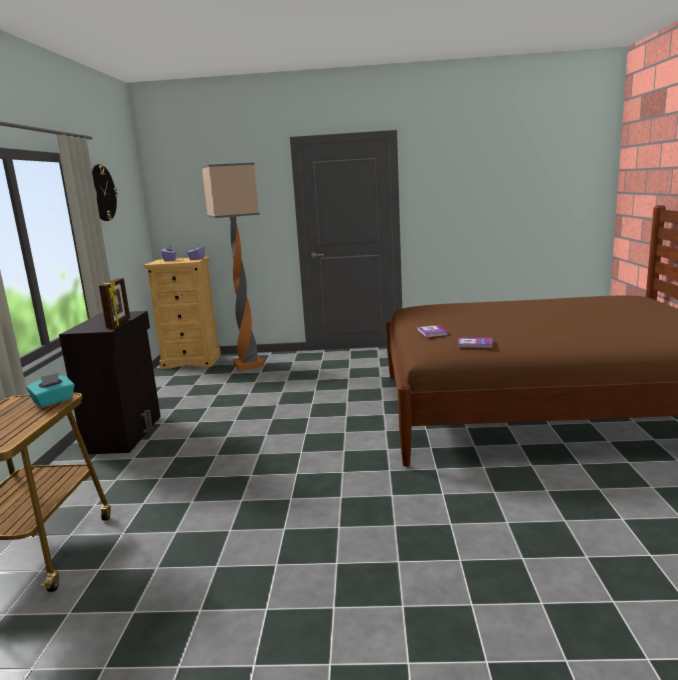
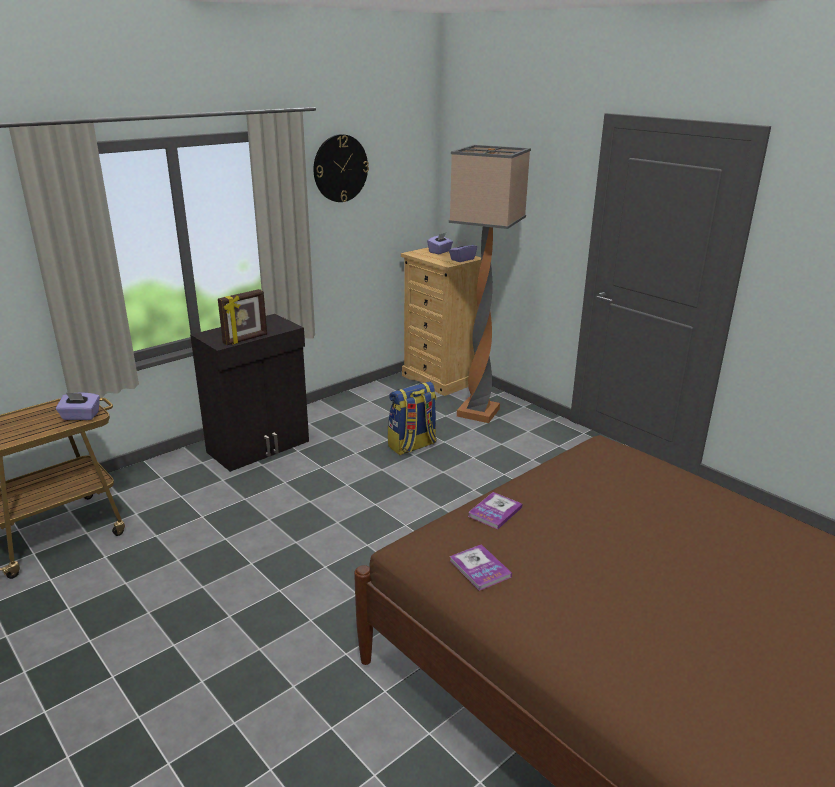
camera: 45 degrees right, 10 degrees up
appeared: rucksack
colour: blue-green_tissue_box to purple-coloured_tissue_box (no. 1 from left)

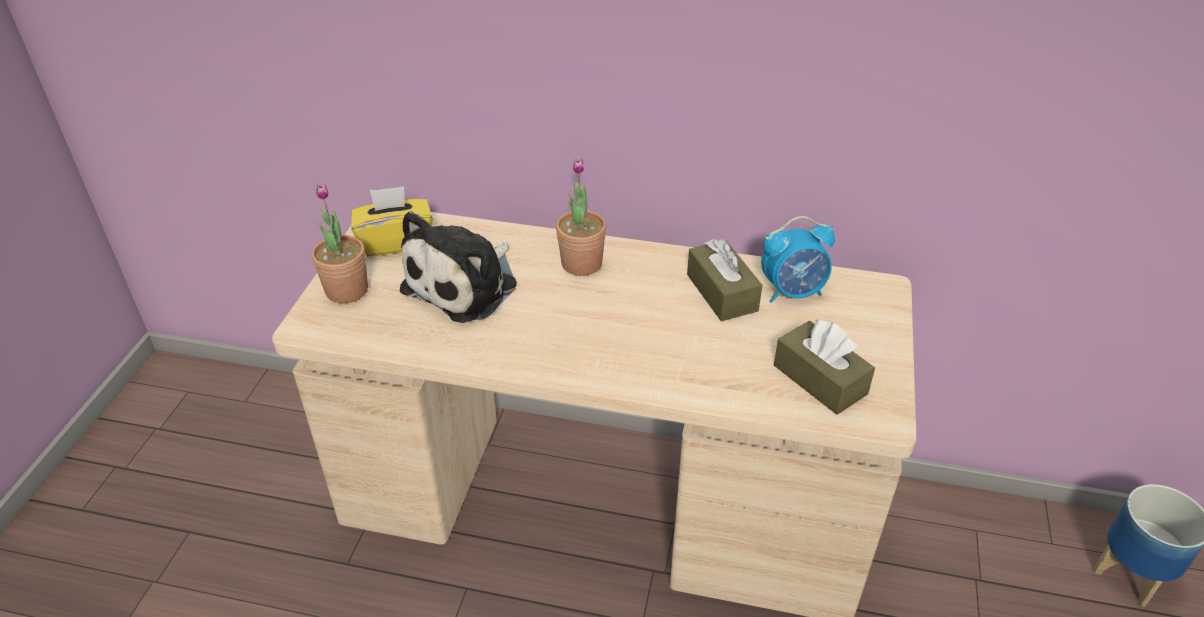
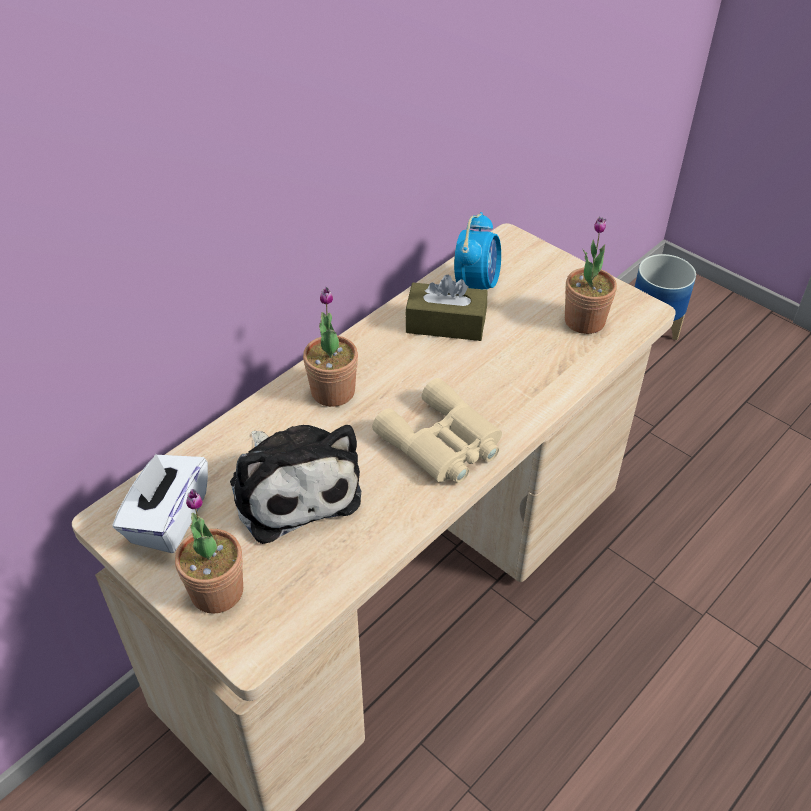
camera: 60 degrees left, 5 degrees up
appeared: beige_binoculars
exchanged: brown-coloured_tissue_box (no. 2 from left) to plant_in_a_pot (no. 3 from left)
colour: yellow_tissue_box to white_tissue_box

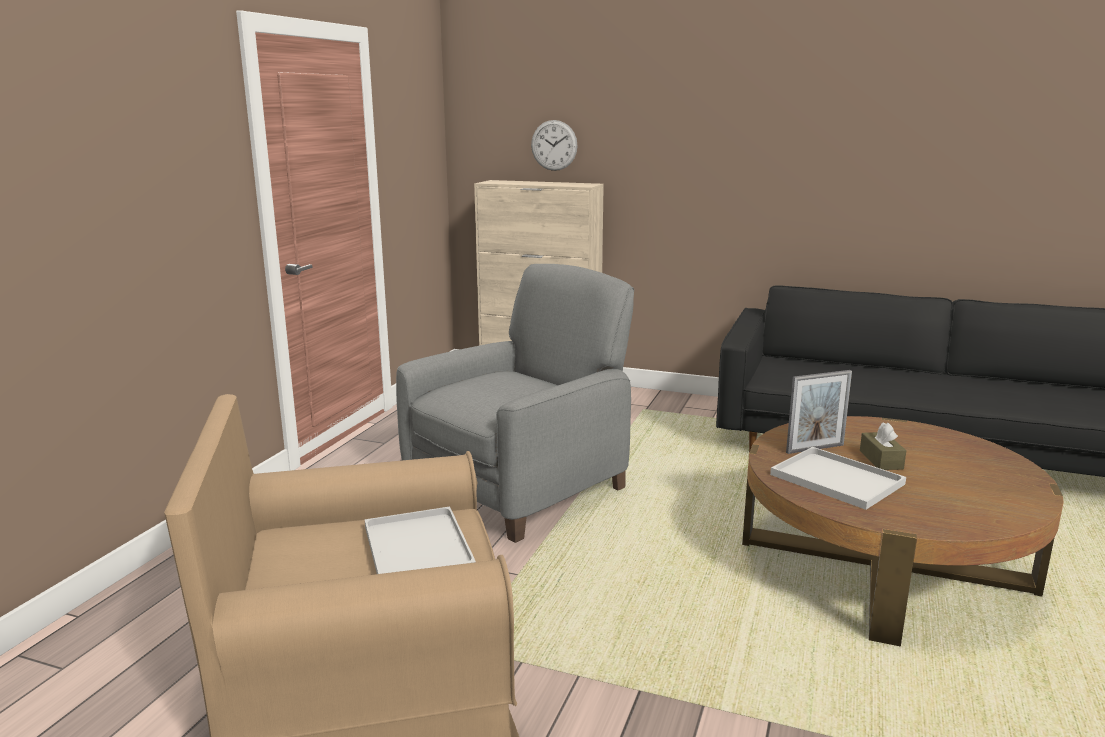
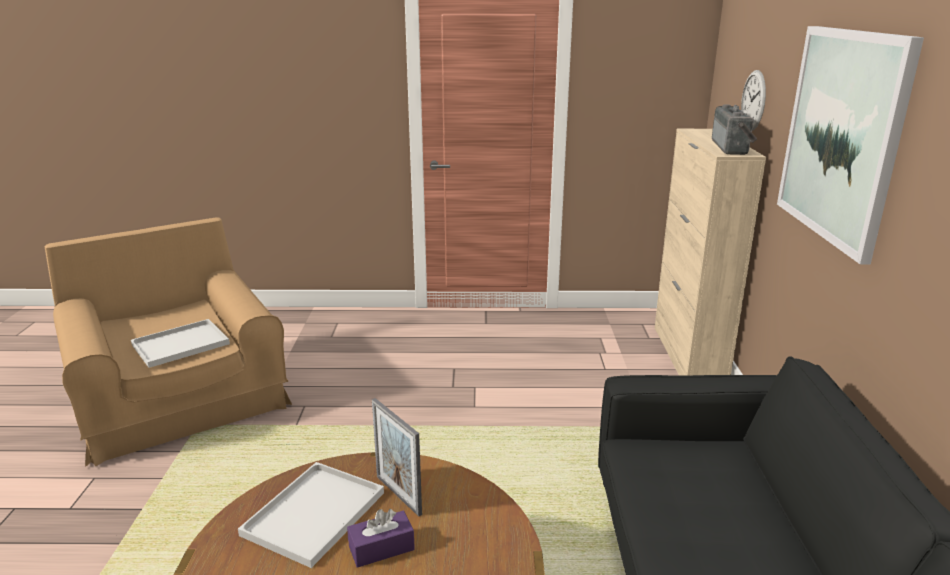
camera: 70 degrees right, 5 degrees up
missing: greyish_easy_chair
appeared: radio; picture
colour: brown-coloured_tissue_box to purple-coloured_tissue_box

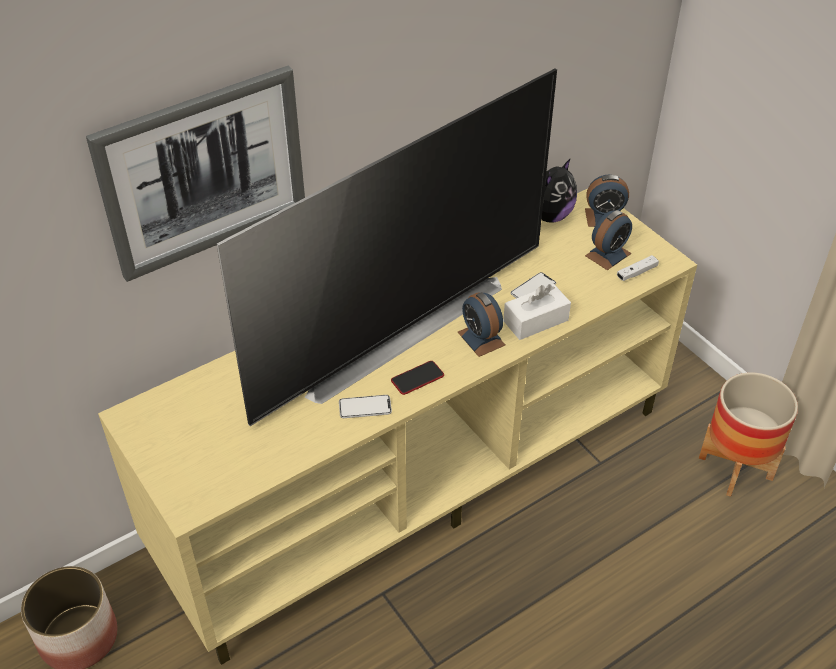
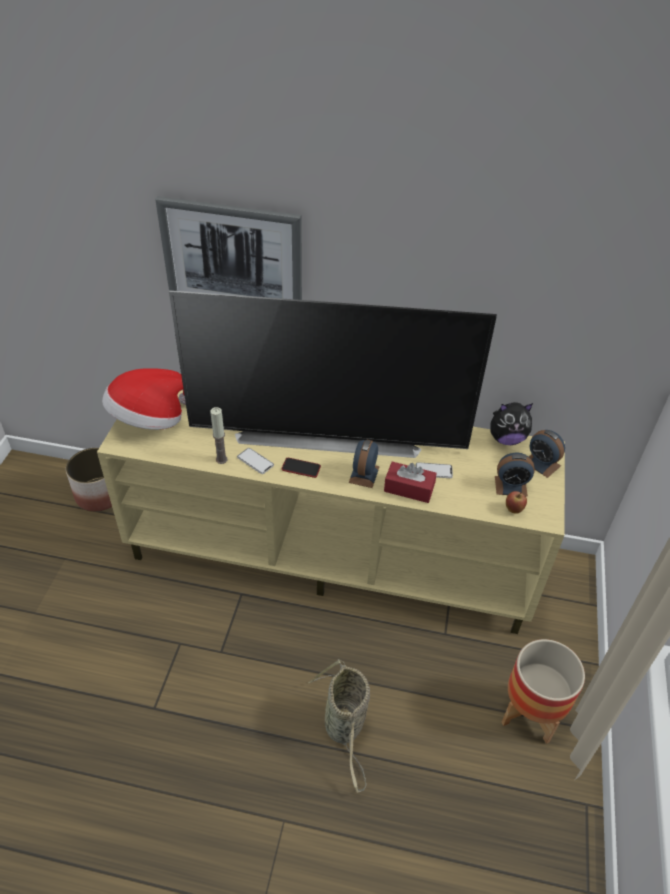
camera: 45 degrees right, 0 degrees up
appeared: wearable_hat; wax_light; basket
exchanged: white_gamepad to apple
colour: white_tissue_box to red_tissue_box

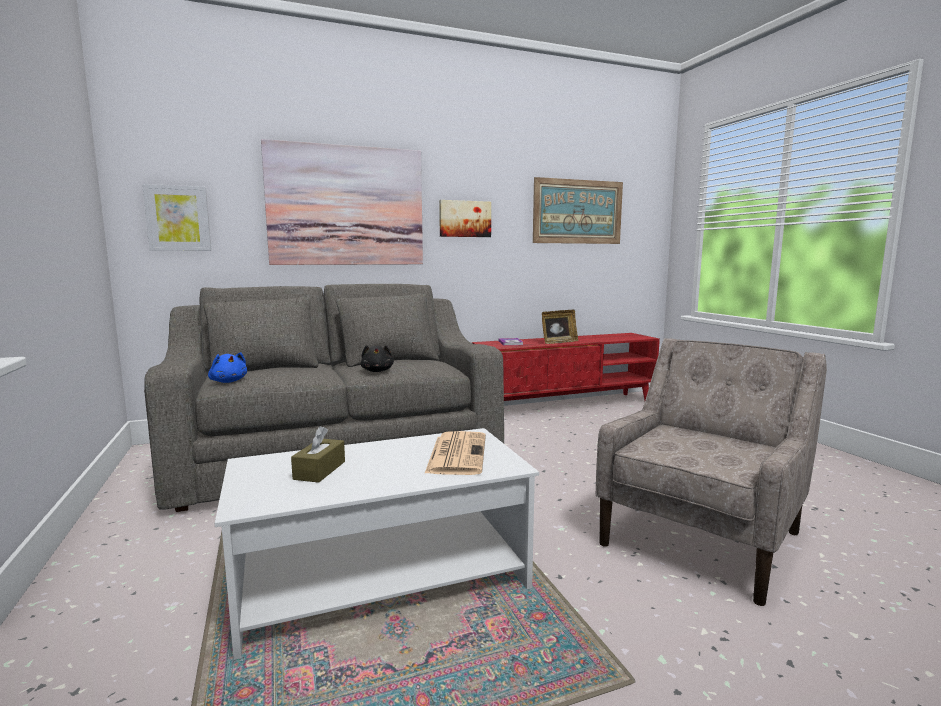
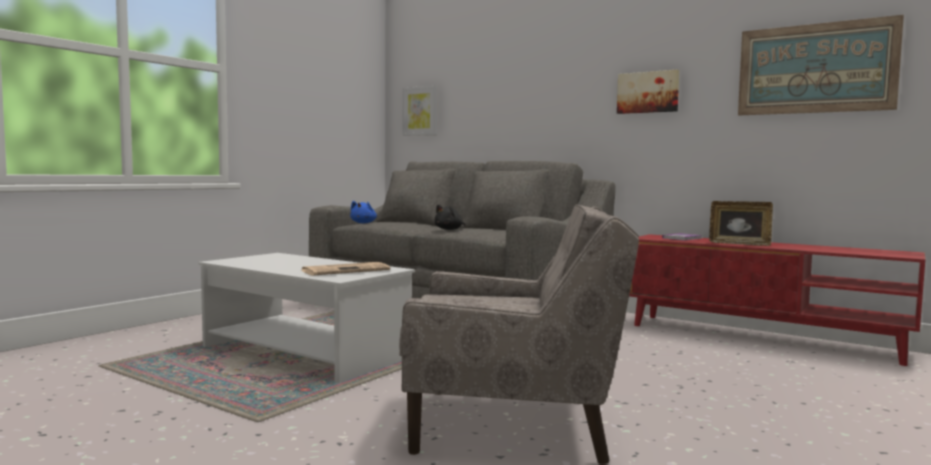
camera: 55 degrees right, 5 degrees down
missing: picture (no. 2 from left); brown-coloured_tissue_box

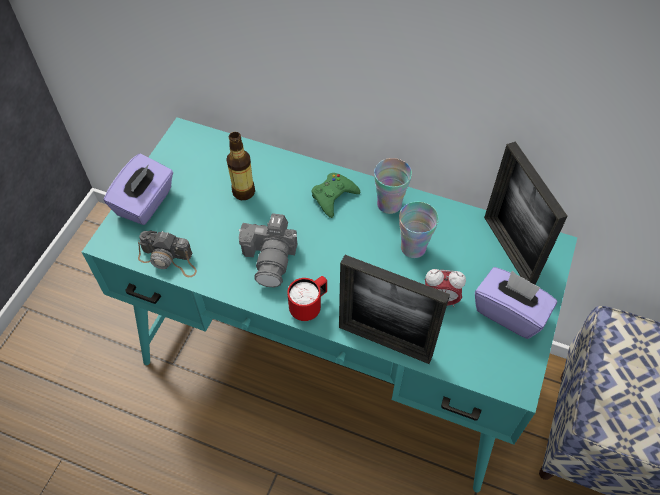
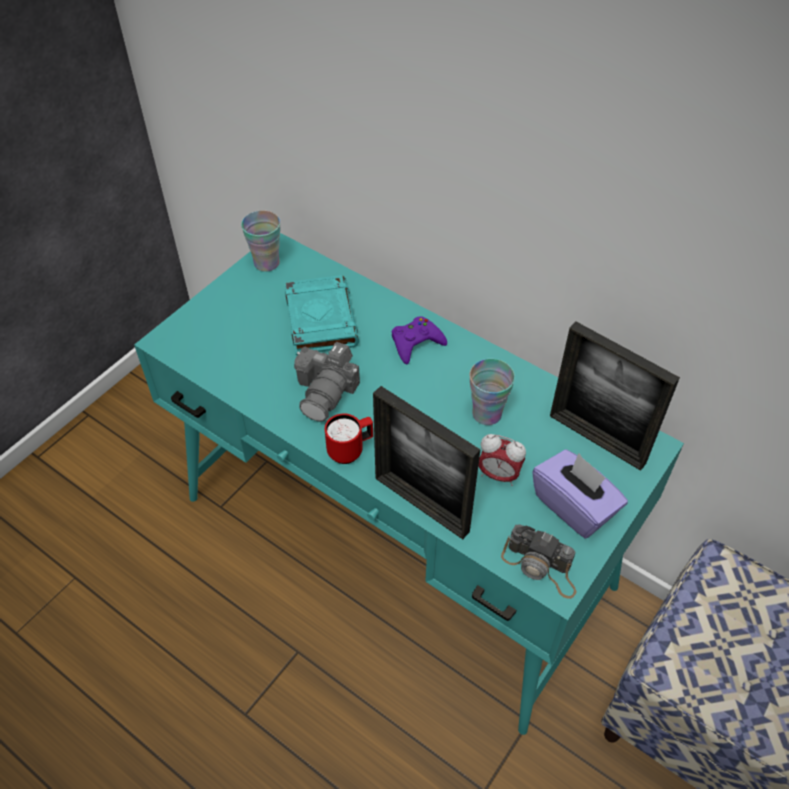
camera: 15 degrees right, 5 degrees down
missing: purple-coloured_tissue_box (no. 1 from left)
relocated: photo_camera (no. 1 from left in the first image) to photo_camera (no. 2 from left); drinking_cup (no. 1 from left)
exchanged: drink_bottle to blue-green_book
colour: green_gamepad to purple-coloured_gamepad
spun: standing_frame (no. 2 from left) 45 degrees counterclockwise

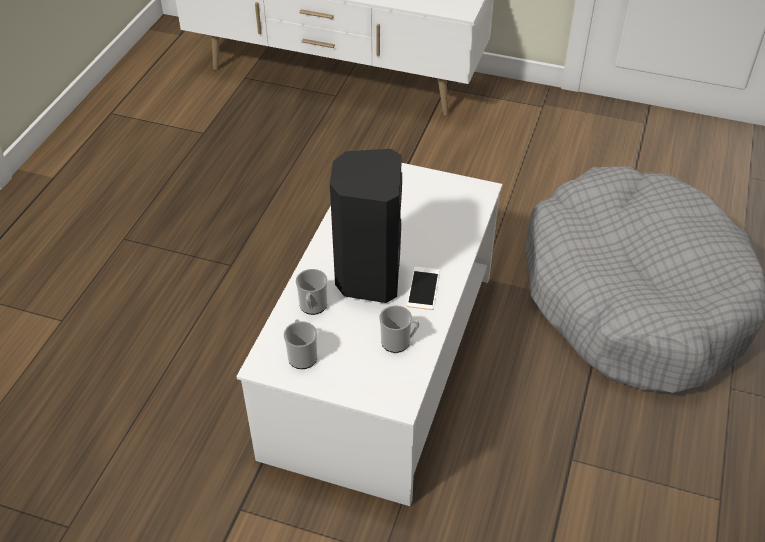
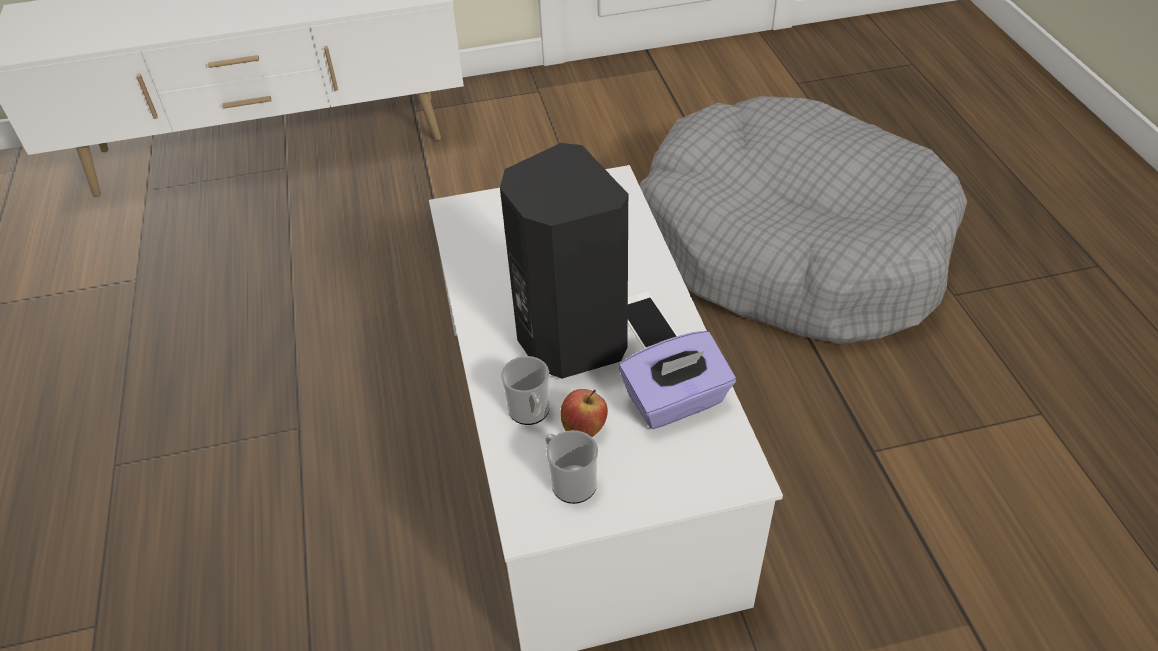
camera: 30 degrees left, 0 degrees up
appeared: apple
exchanged: mug (no. 3 from left) to purple-coloured_tissue_box

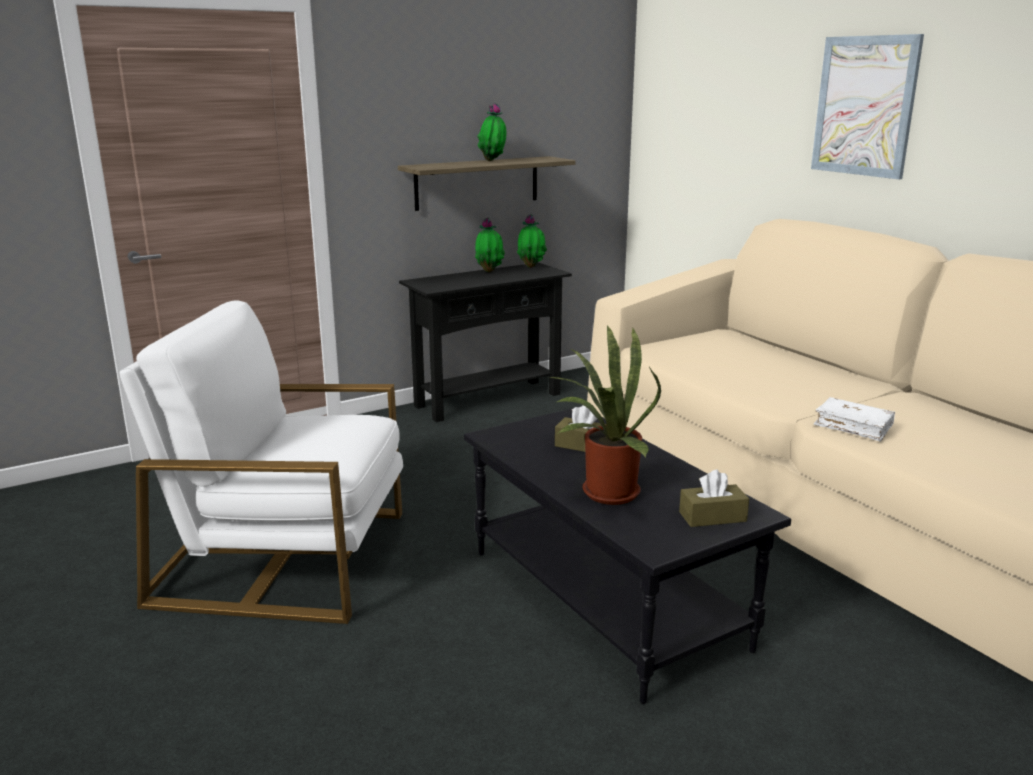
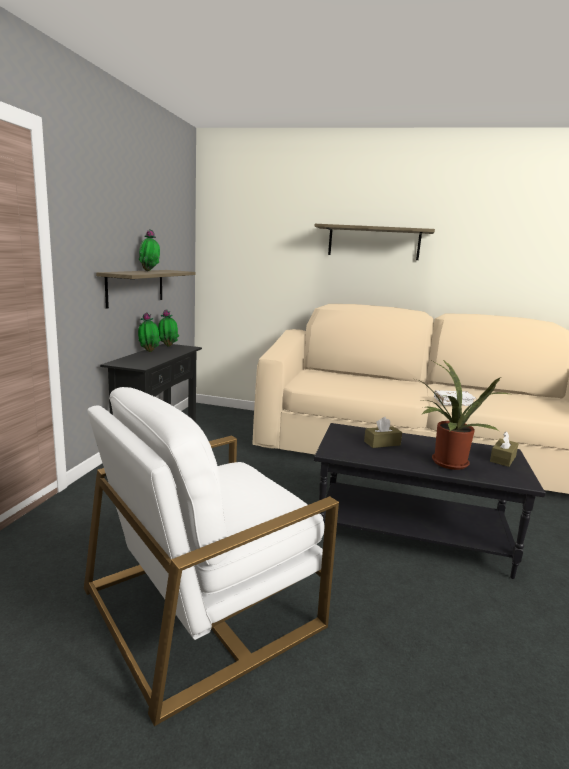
camera: 45 degrees left, 5 degrees down
exchanged: picture to shelf (no. 2 from left)

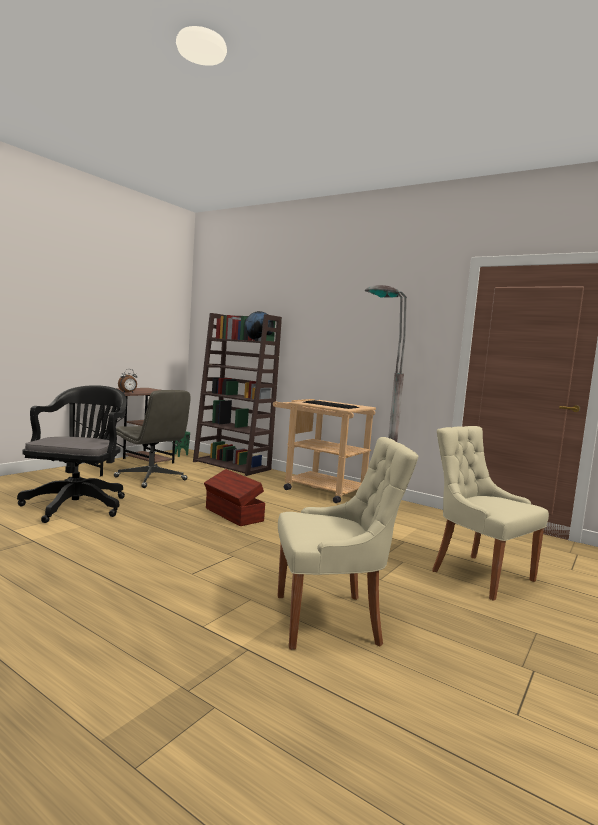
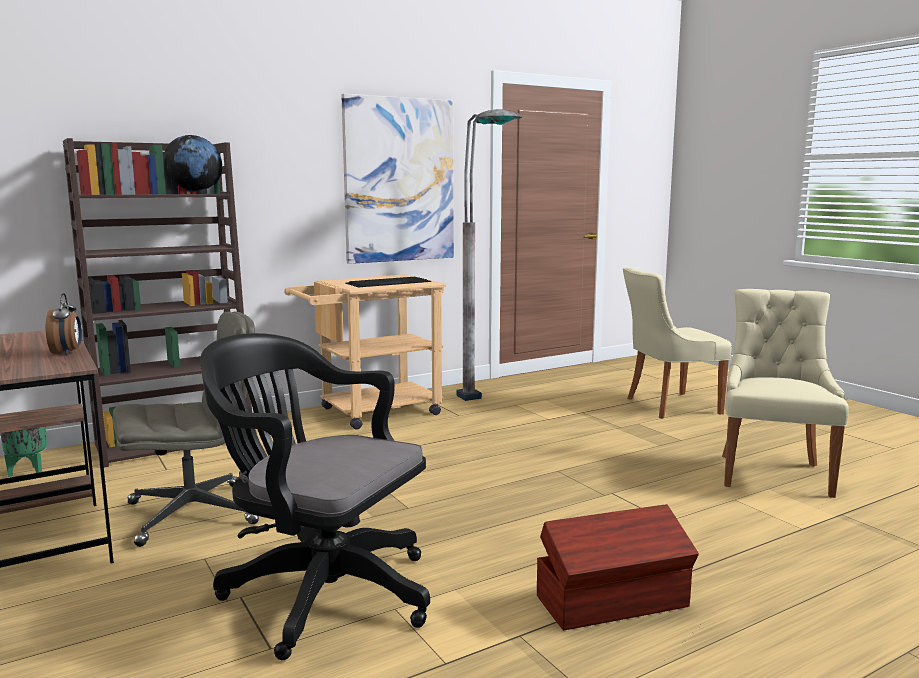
camera: 65 degrees left, 5 degrees up
appeared: picture
relocated: brown-coloured_storage_bin

